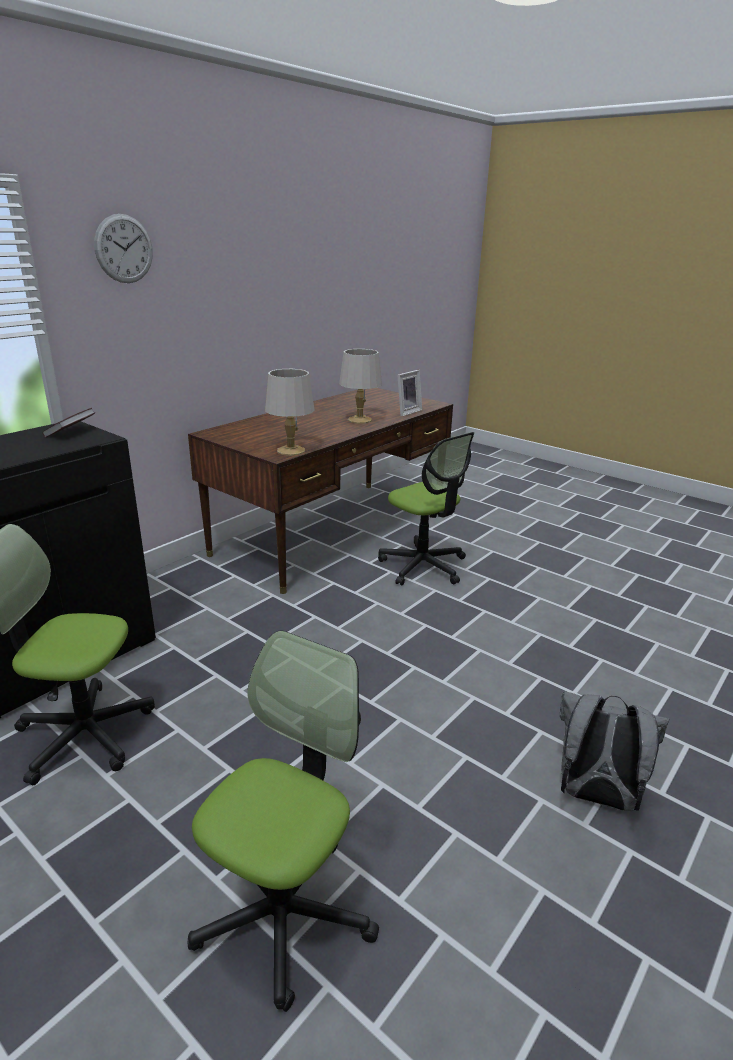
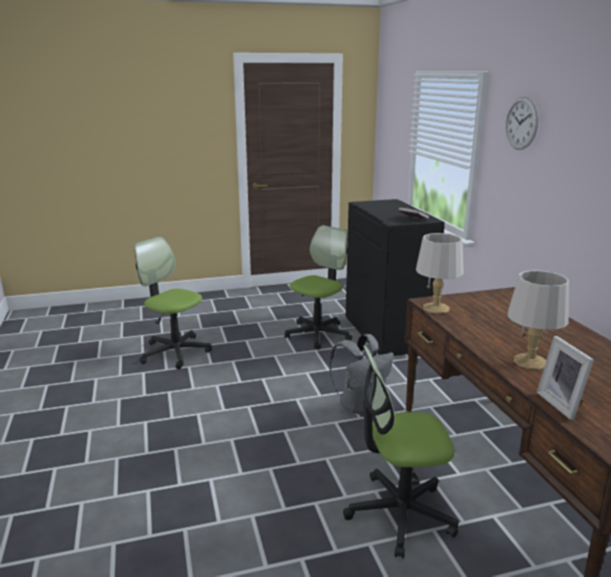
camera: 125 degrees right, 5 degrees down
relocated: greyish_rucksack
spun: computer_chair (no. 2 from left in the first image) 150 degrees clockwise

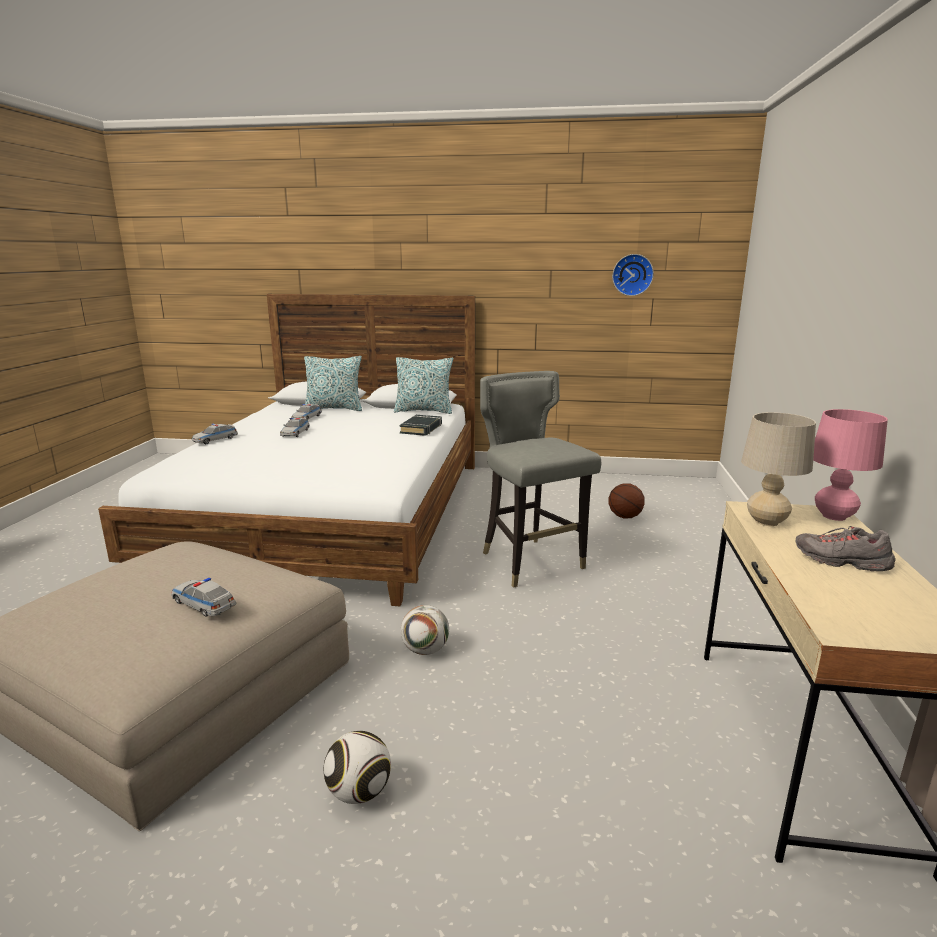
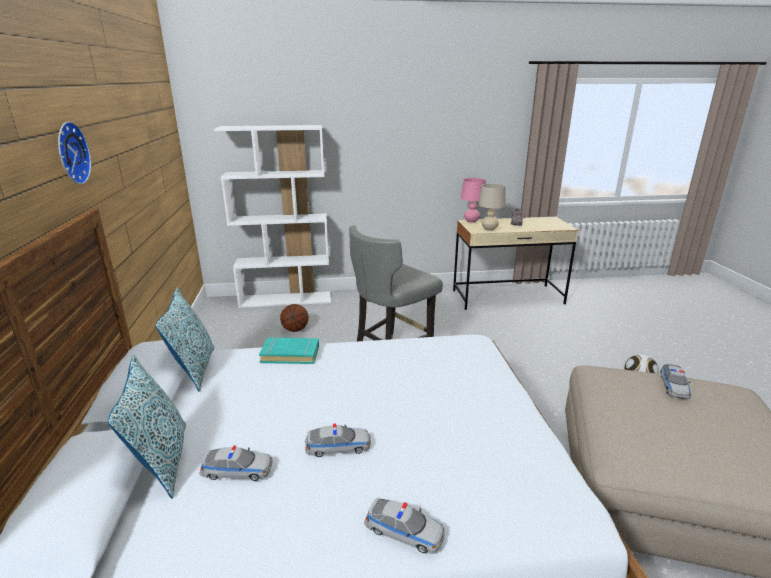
camera: 105 degrees left, 5 degrees up
missing: ball_for_football (no. 2 from left)
appeared: white_shelving_unit
relocated: wall_clock
colour: black-coloured_book to blue-green_book

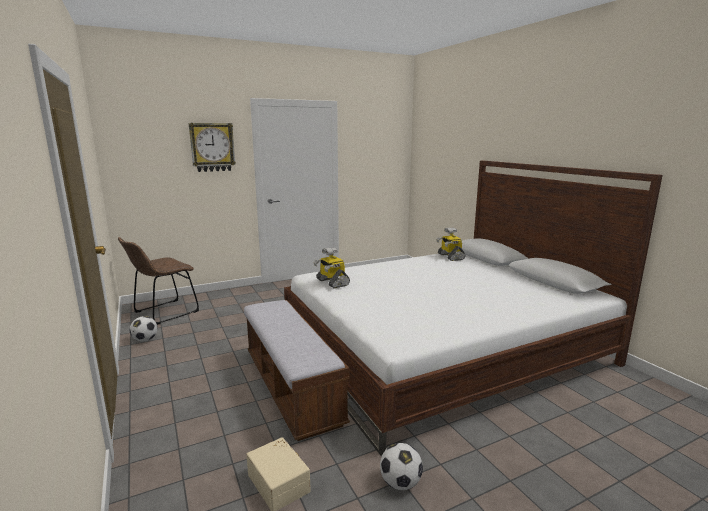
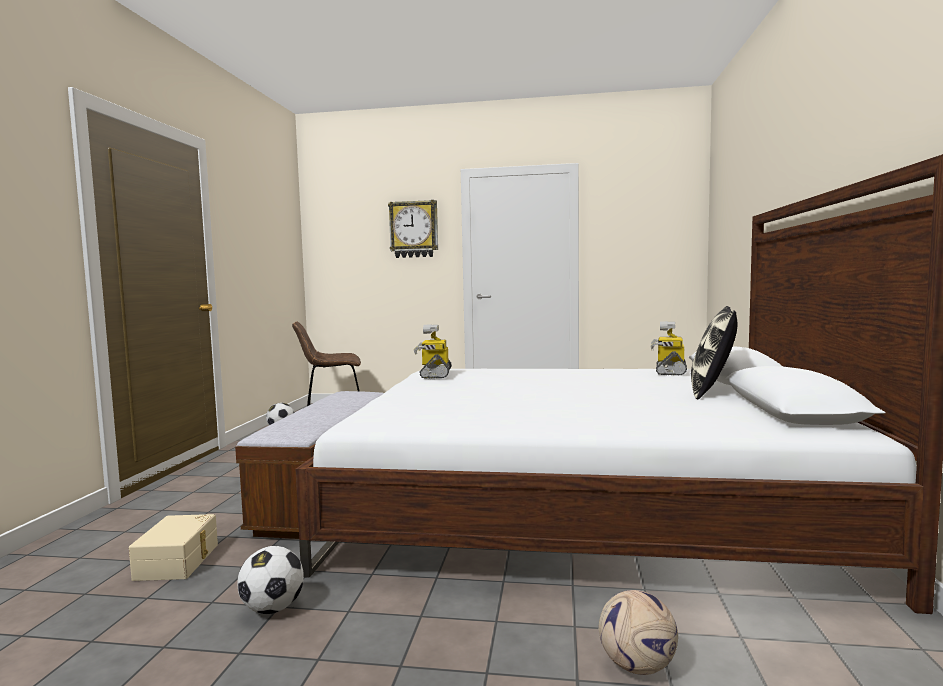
camera: 35 degrees right, 10 degrees down
appeared: ball_for_football (no. 3 from left); pillow

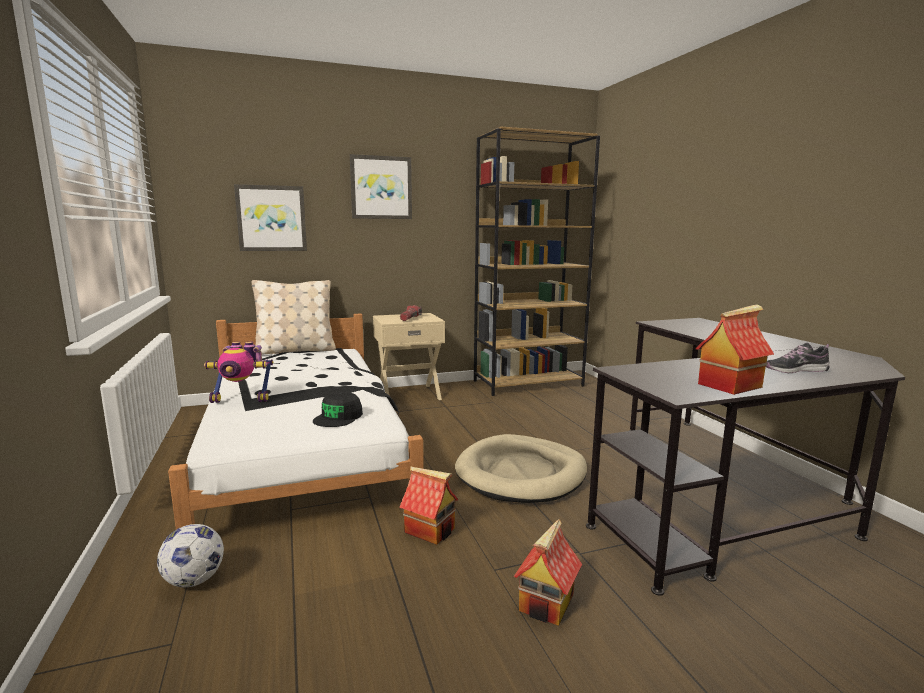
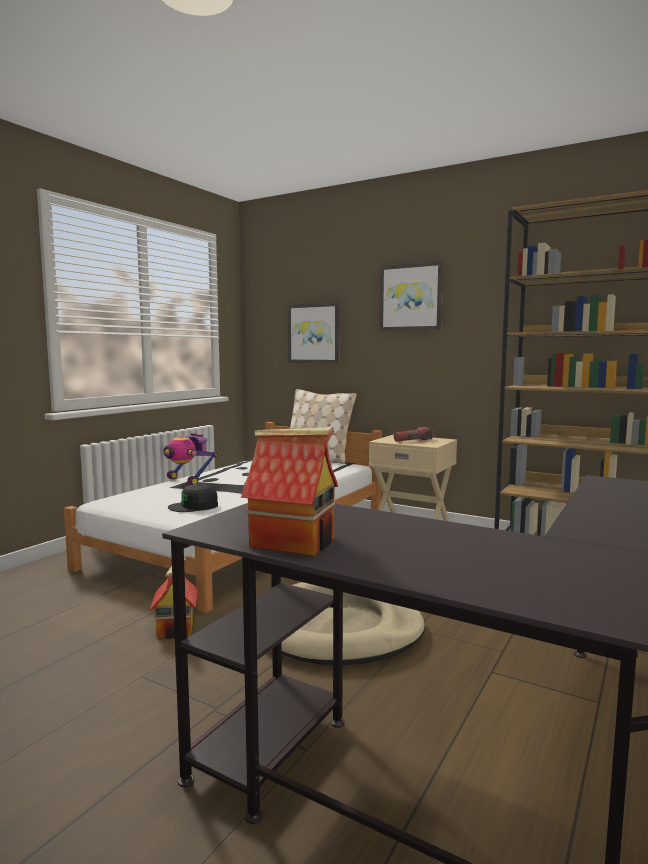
camera: 50 degrees right, 5 degrees down
missing: ball_for_football; miniature_house (no. 2 from left); item_of_footwear

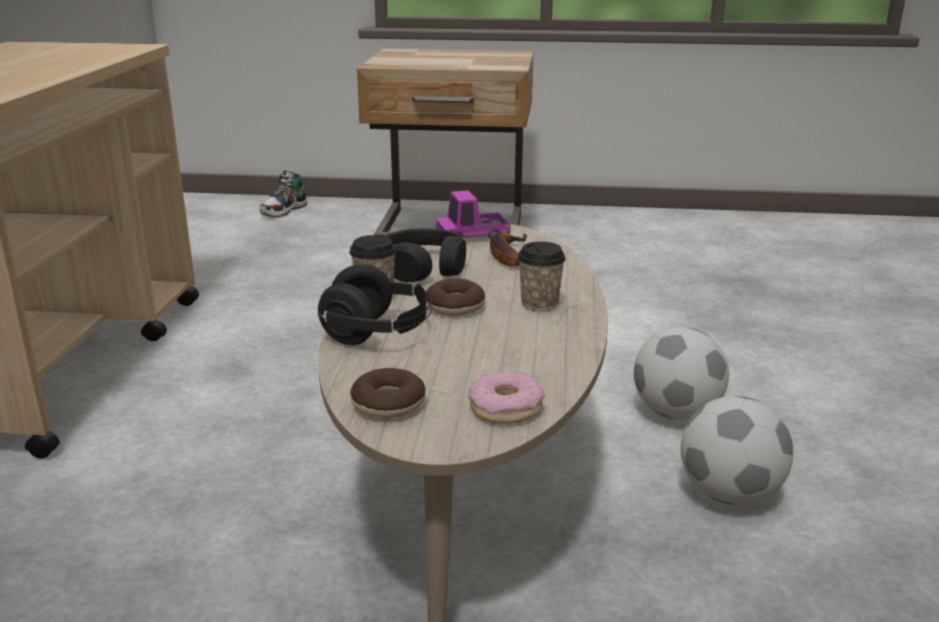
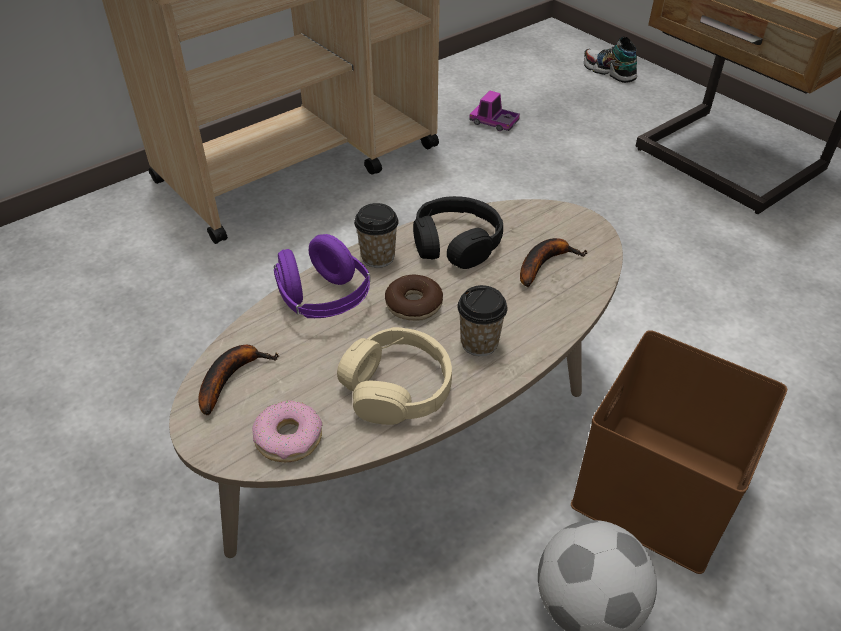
camera: 45 degrees right, 20 degrees up
appeared: beige_headphones
relocated: model_truck
exchanged: donut (no. 1 from left) to banana (no. 1 from left); ball_for_football (no. 1 from left) to brown-coloured_storage_bin
colour: black-coloured_headphones (no. 1 from left) to purple-coloured_headphones
spun: item_of_footwear 60 degrees clockwise

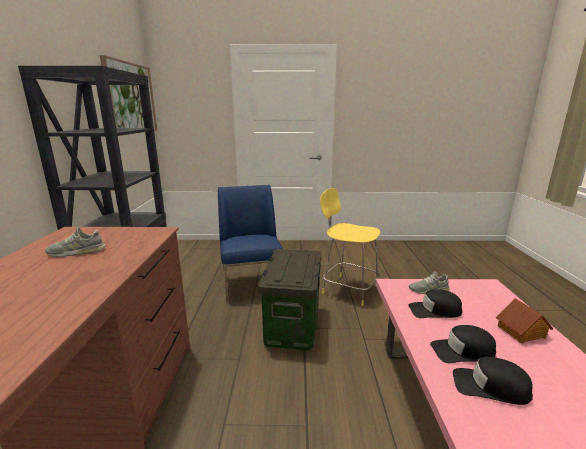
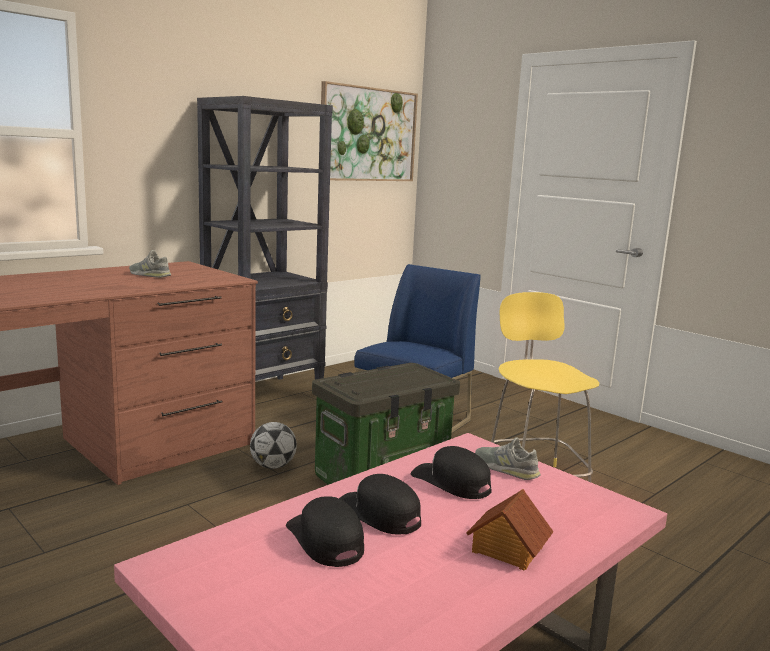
camera: 45 degrees right, 5 degrees down
appeared: ball_for_football

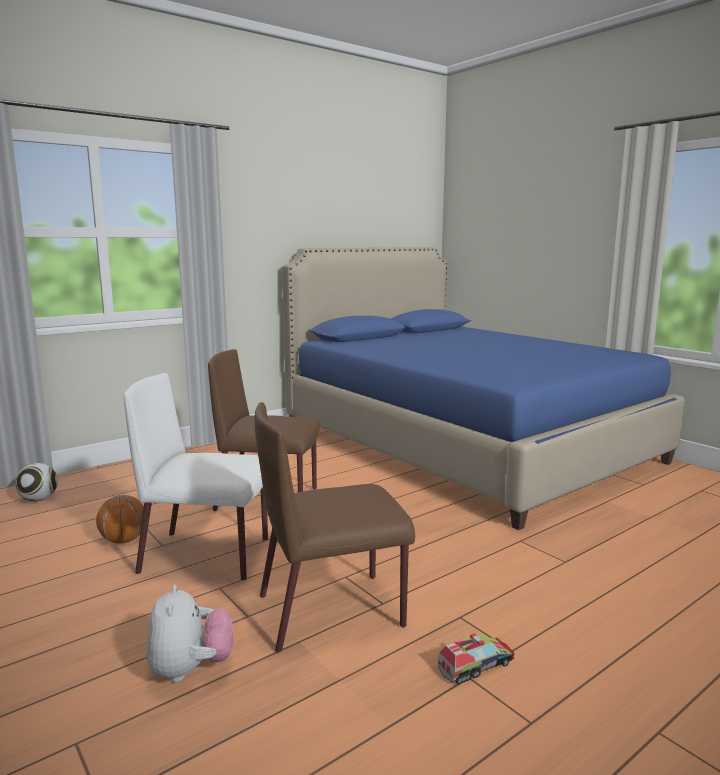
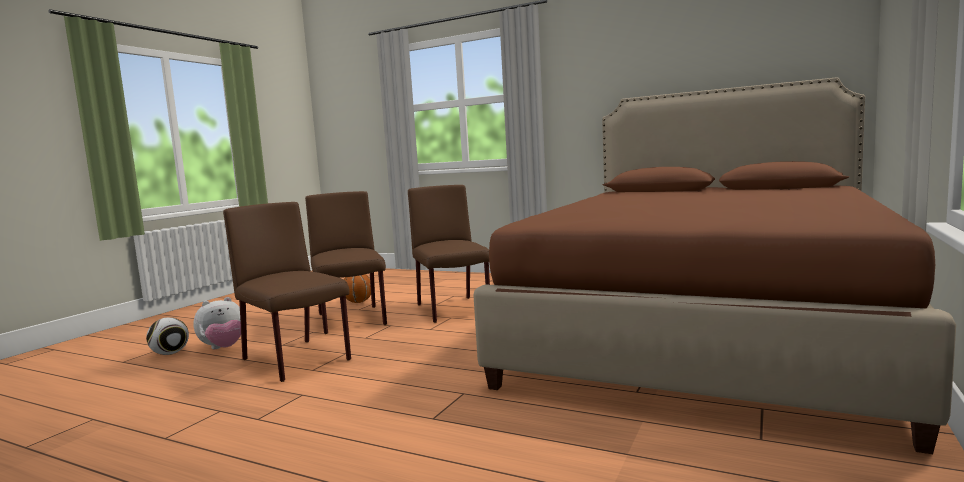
camera: 65 degrees right, 5 degrees down
missing: model_truck
relocated: ball_for_football
colour: white_upright_chair to brown-coloured_upright_chair (no. 2 from left); blue-coloured_sleeping_bed to brown-coloured_sleeping_bed

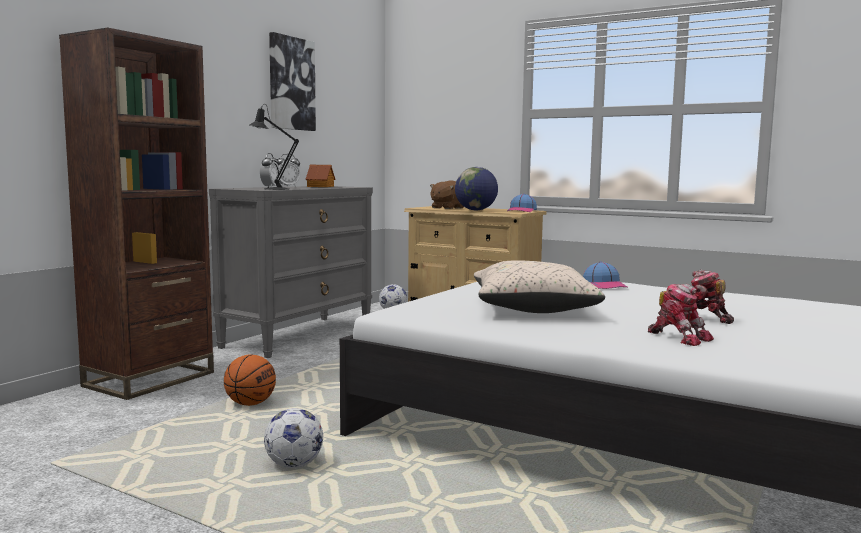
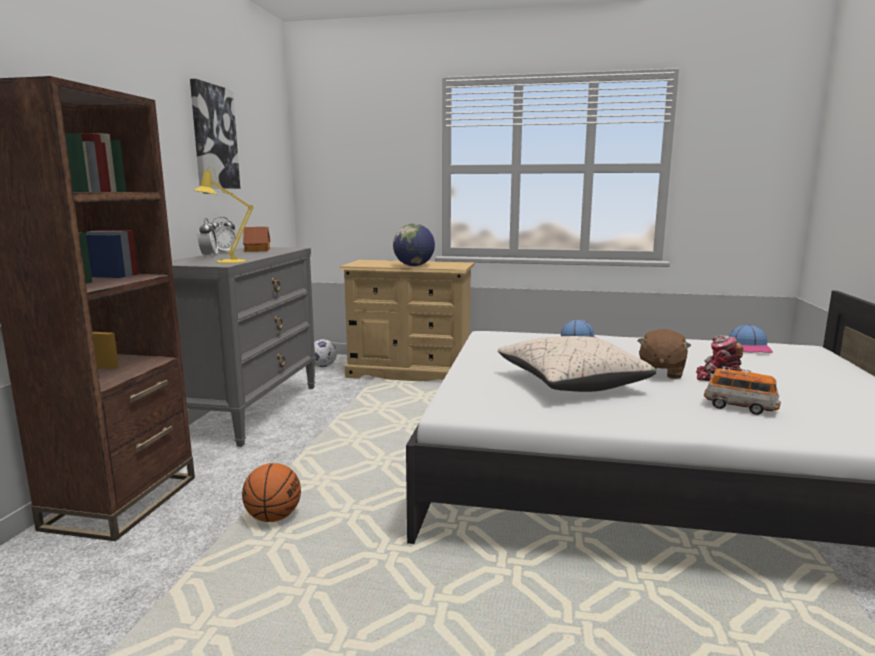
camera: 20 degrees left, 5 degrees up
missing: ball_for_football (no. 1 from left)
relocated: brown-coloured_soft_toy; cap (no. 1 from left in the first image) to cap (no. 2 from left)
exchanged: robot_figure (no. 1 from left) to miniature_car
colour: black-coloured_table_lamp to yellow_table_lamp

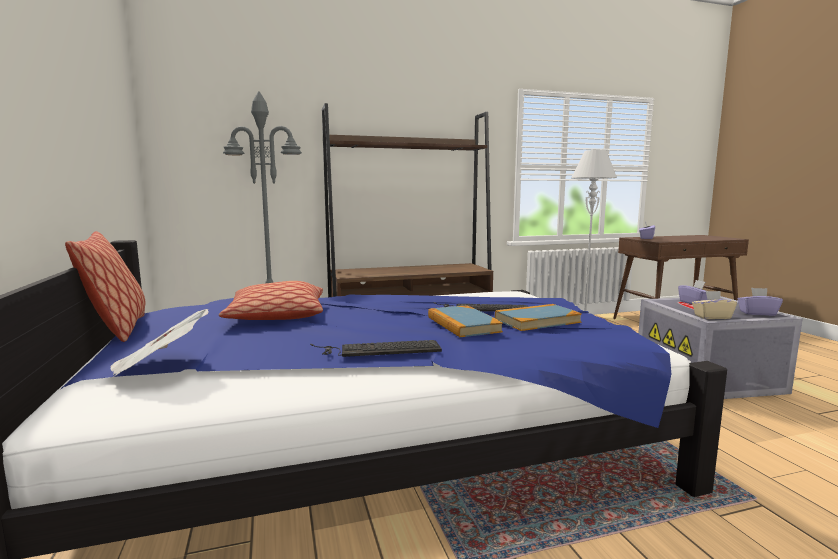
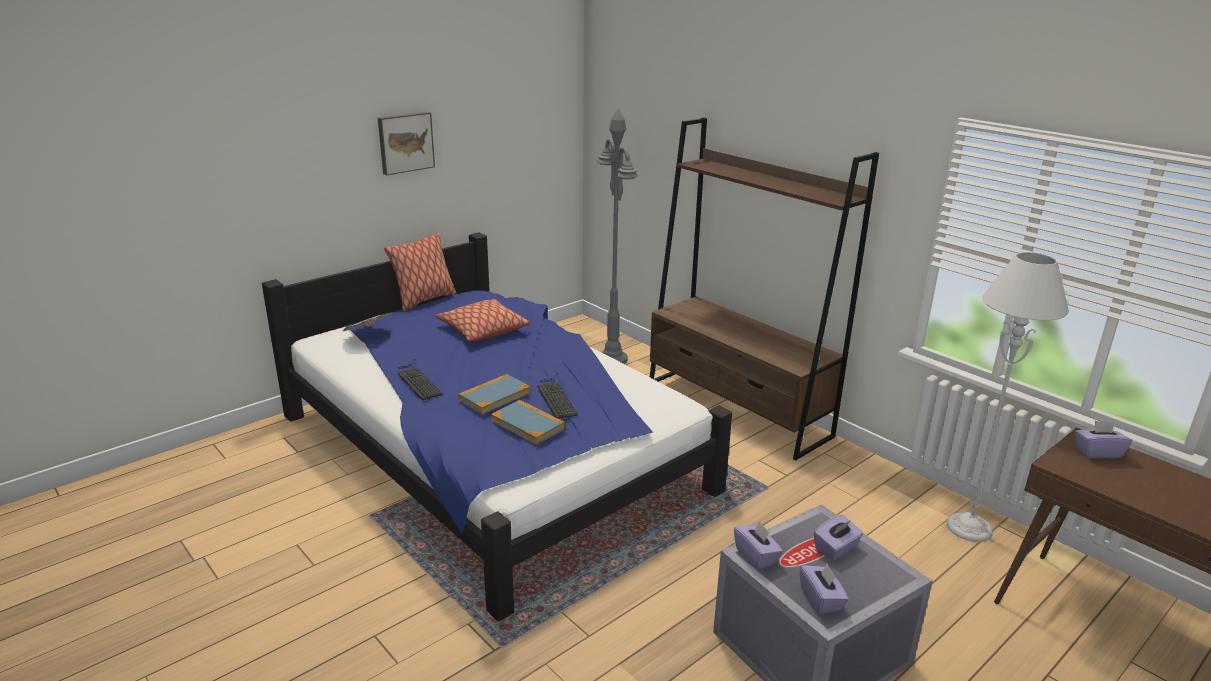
camera: 65 degrees right, 15 degrees up
appeared: picture
colour: beige_tissue_box to purple-coloured_tissue_box (no. 1 from left)

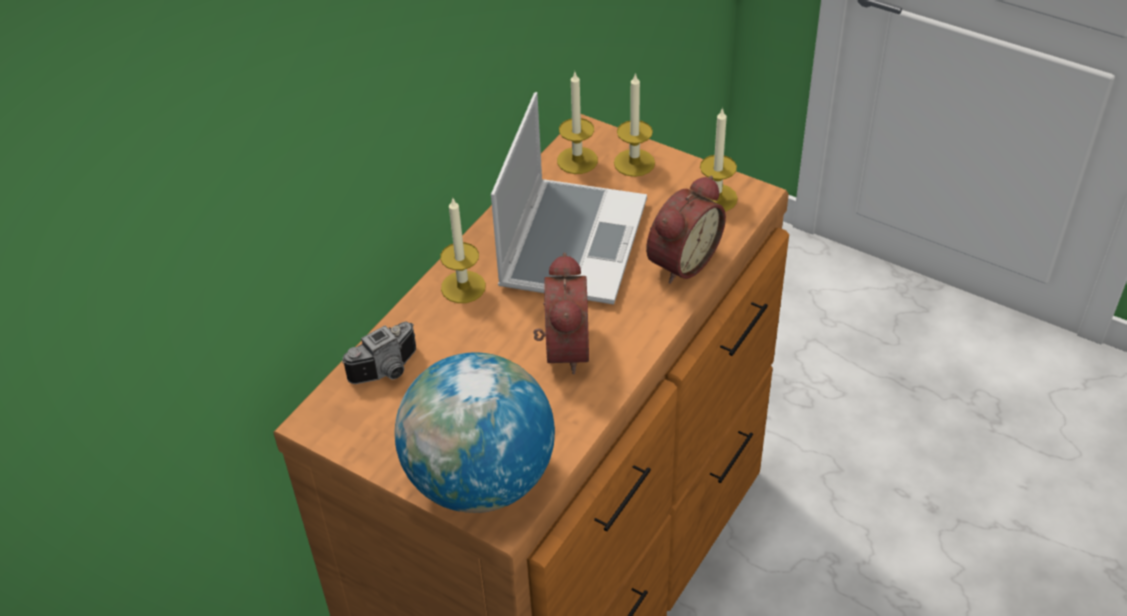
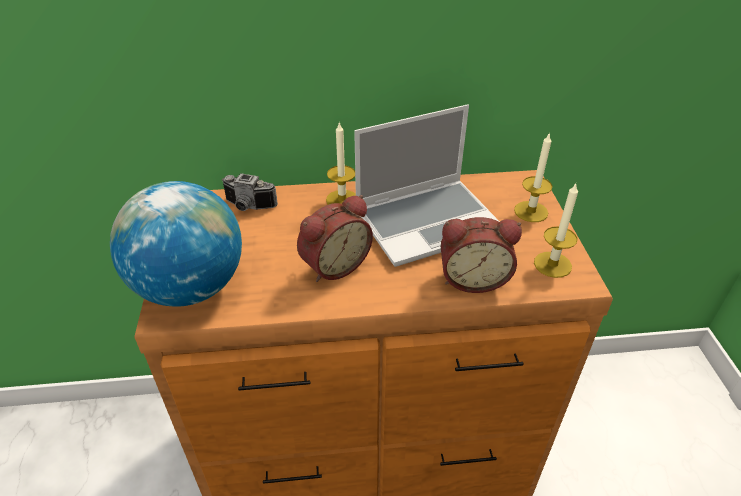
camera: 50 degrees right, 5 degrees down
missing: wax_light (no. 2 from left)

